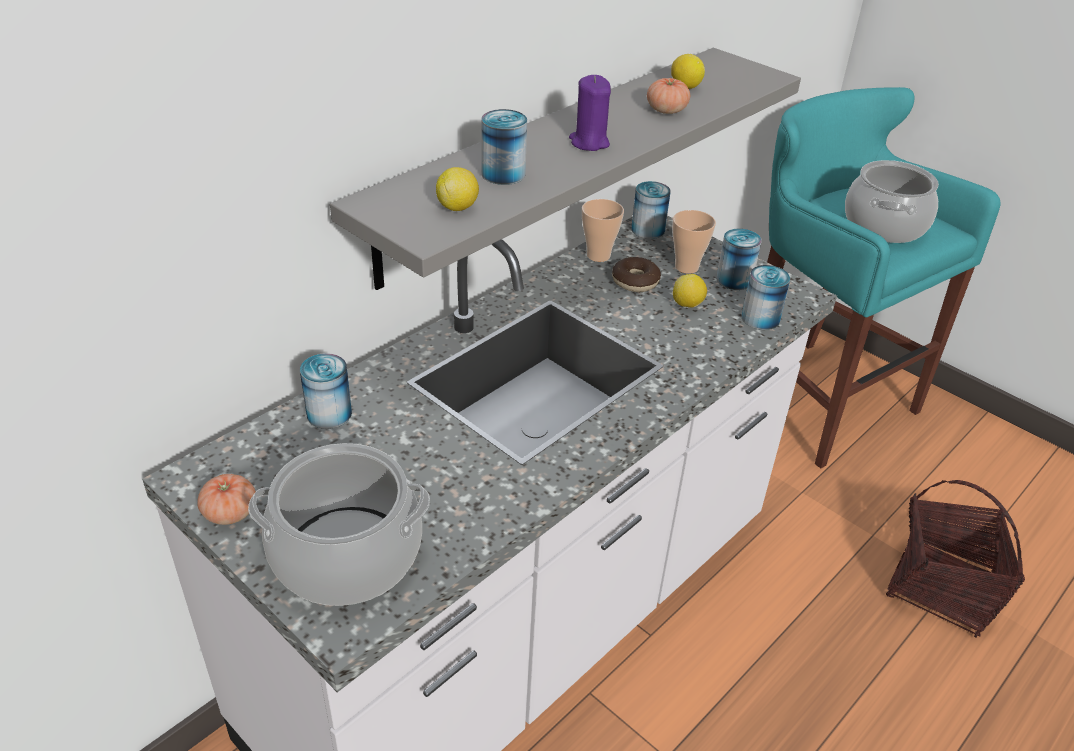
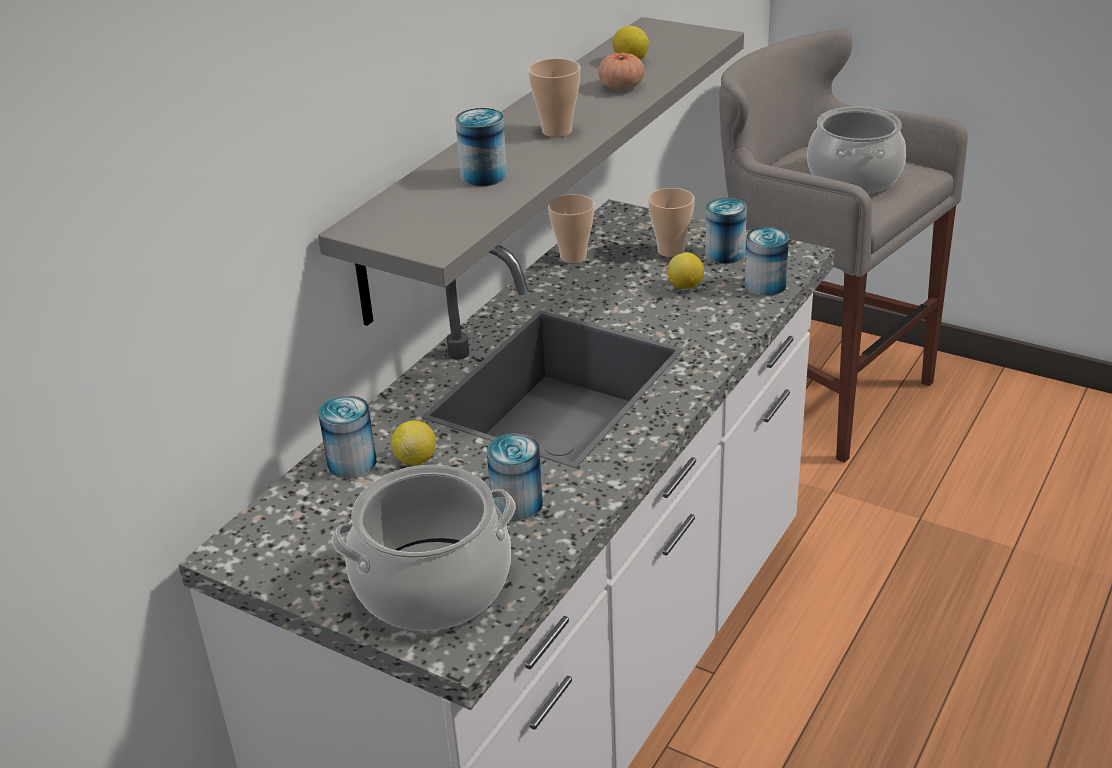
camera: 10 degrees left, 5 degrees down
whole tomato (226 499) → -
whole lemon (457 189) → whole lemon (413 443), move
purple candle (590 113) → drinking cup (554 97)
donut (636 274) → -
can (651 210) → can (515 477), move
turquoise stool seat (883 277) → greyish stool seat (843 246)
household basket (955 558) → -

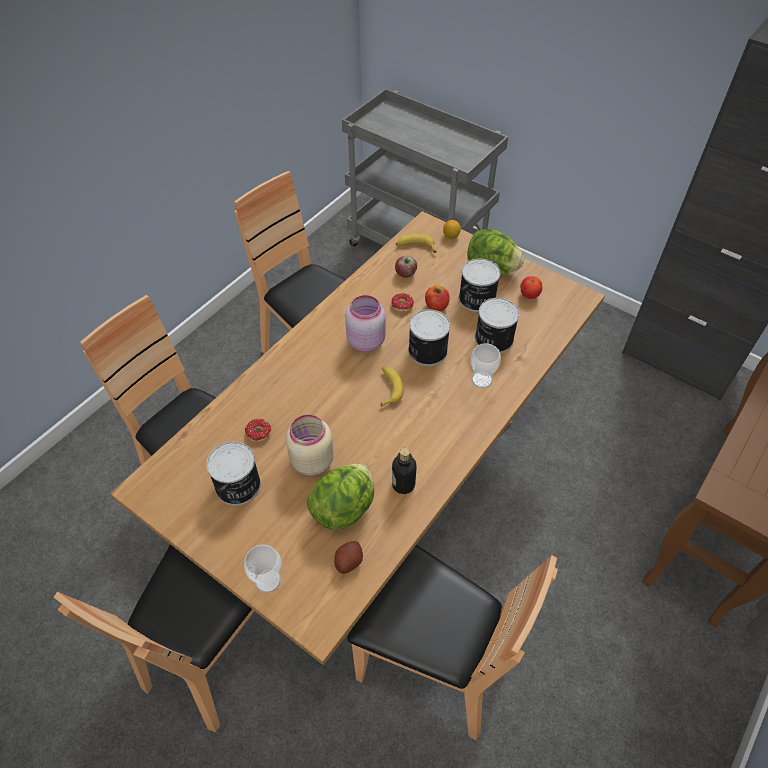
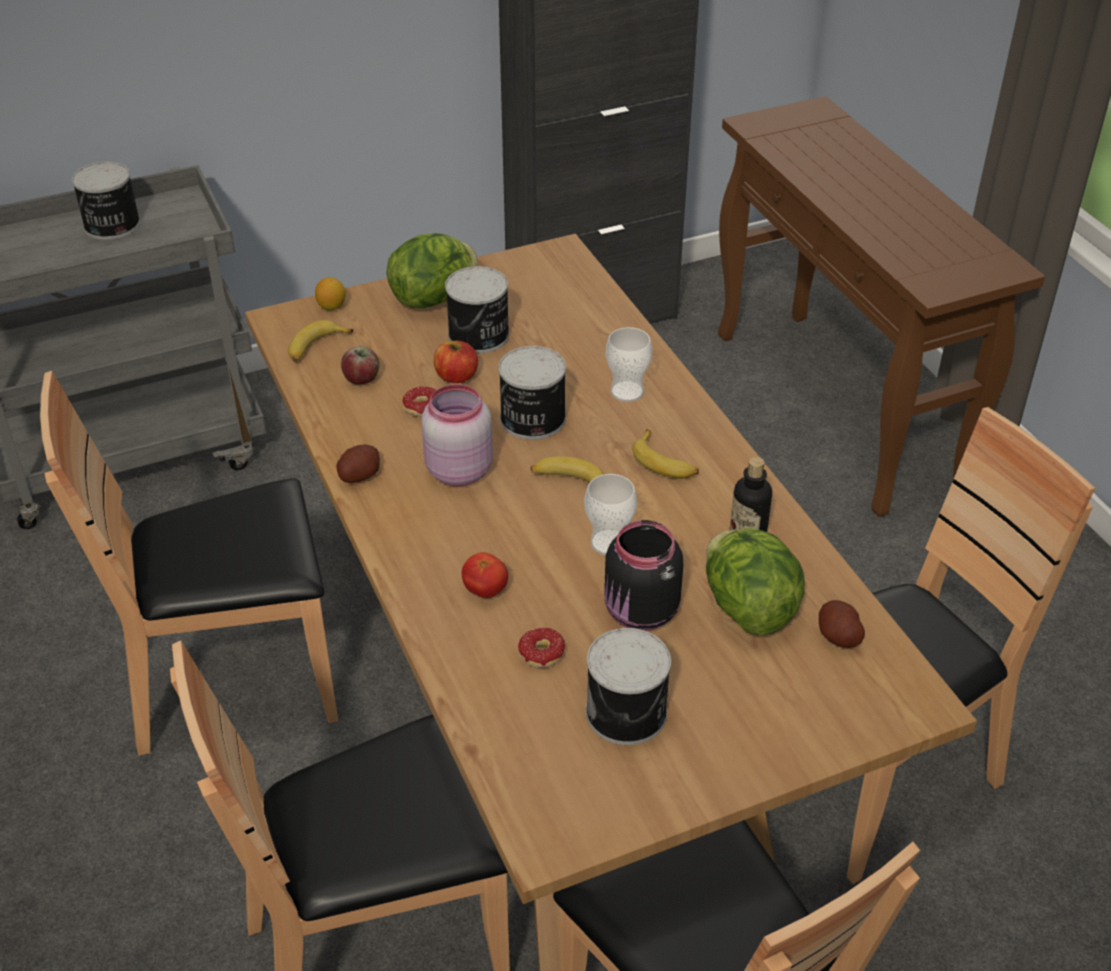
camera: 60 degrees left, 10 degrees down
drinking cup (263 569) → drinking cup (610 515), move
beige-coloured jar (310 444) → black-coloured jar (643 575)
can (497 325) → can (106 201), move
whole tomato (531 287) → whole tomato (485 575), move
- → potato (358 464)
- → banana fruit (665 454)

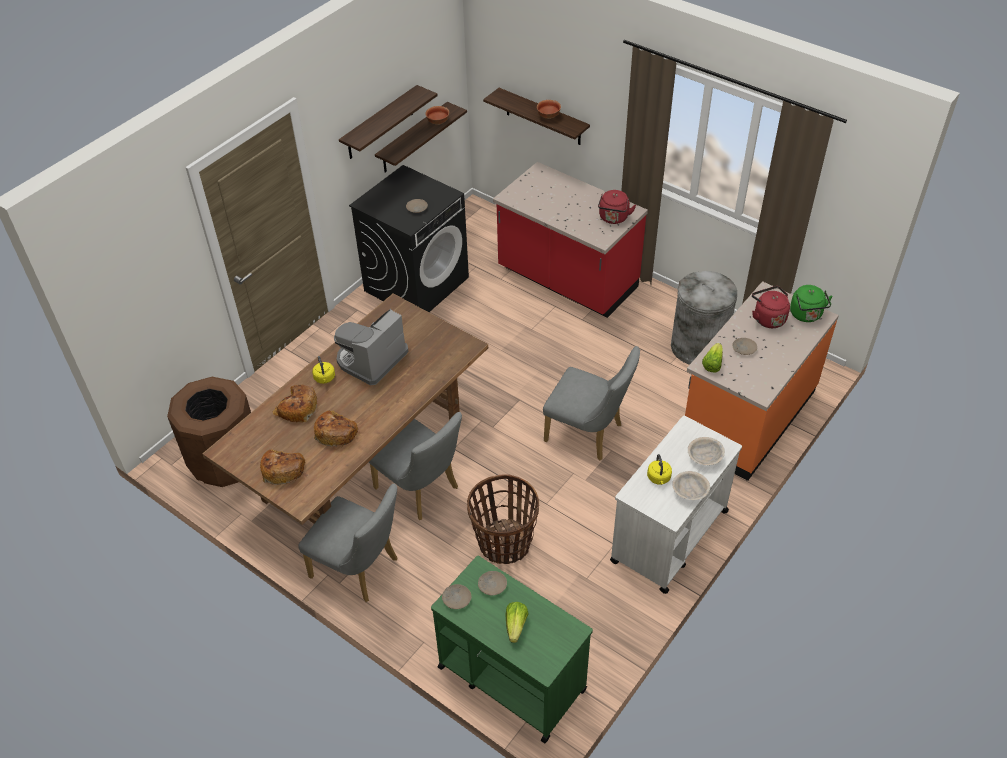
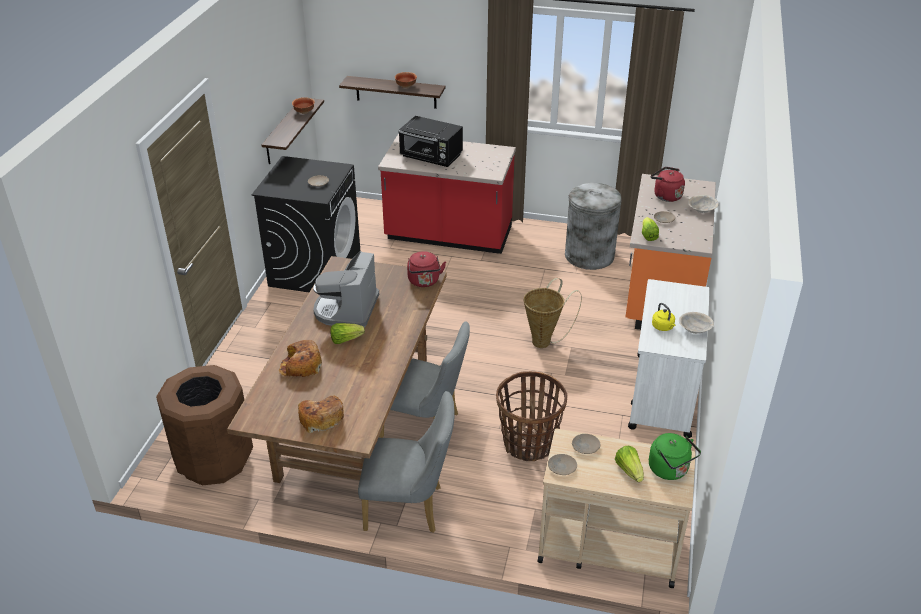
camera: 25 degrees left, 10 degrees down
yellow kettle (323 370) → -
bread (336 429) → -
wall shelf (388 122) → -
green-coloured cart (512 649) → beige-coloured cart (616 508)
greyish upright chair (591 403) → household basket (553 313)
reddish kettle (617 207) → reddish kettle (426 269), move
beige-coloured bowl (706 451) → beige-coloured bowl (703 204), move
green-coloured kettle (811 303) → green-coloured kettle (675 456), move
- → lettuce (347 333)
- → black-coloured microwave oven (430 141)

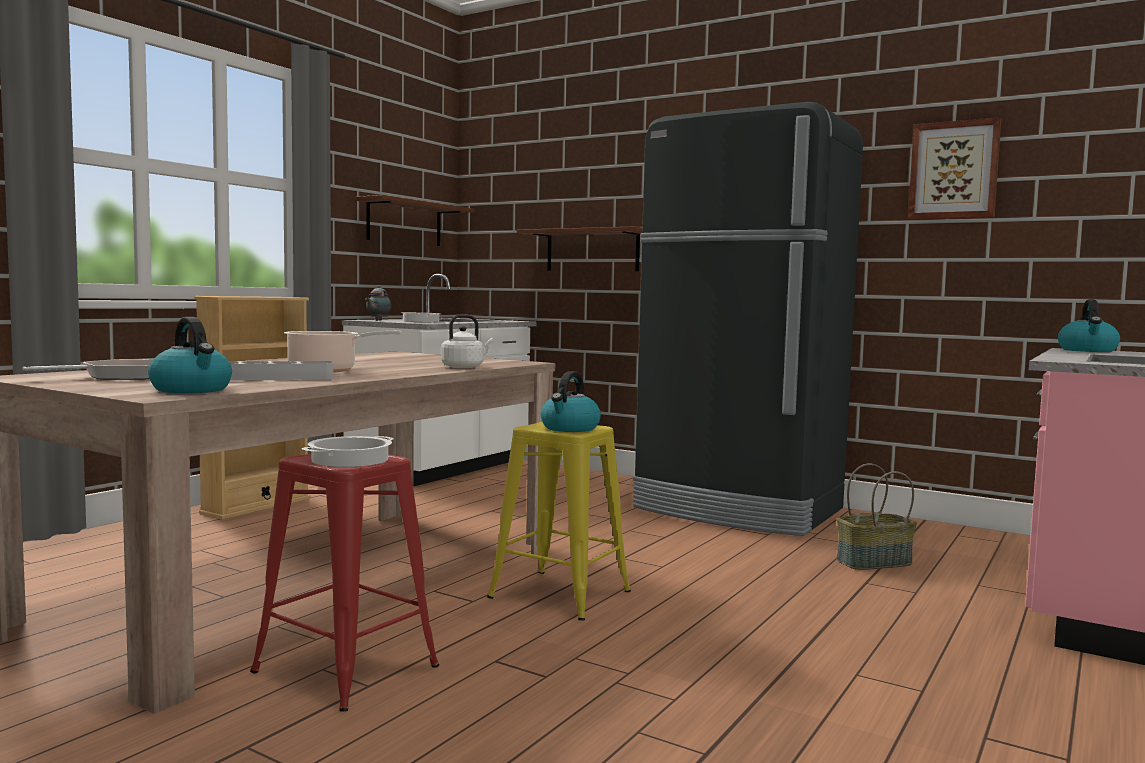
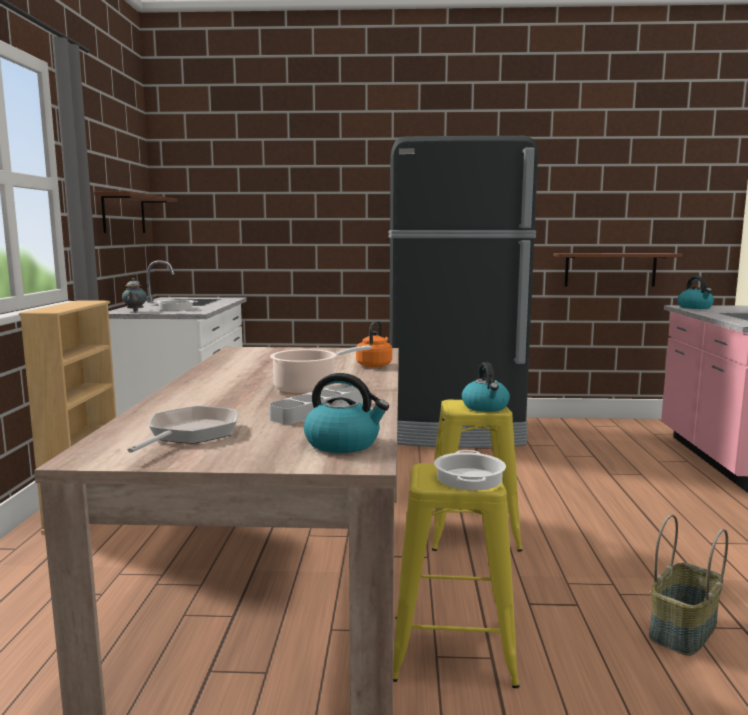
camera: 30 degrees left, 5 degrees up
reddish stool seat (344 583) → yellow stool seat (456 575)
white-coloured kettle (467 341) → orange kettle (374 344)
brownish wall shelf (579 248) → brownish wall shelf (617 270), move
household basket (876 516) → household basket (688 585), move
wall art (954 168) → -

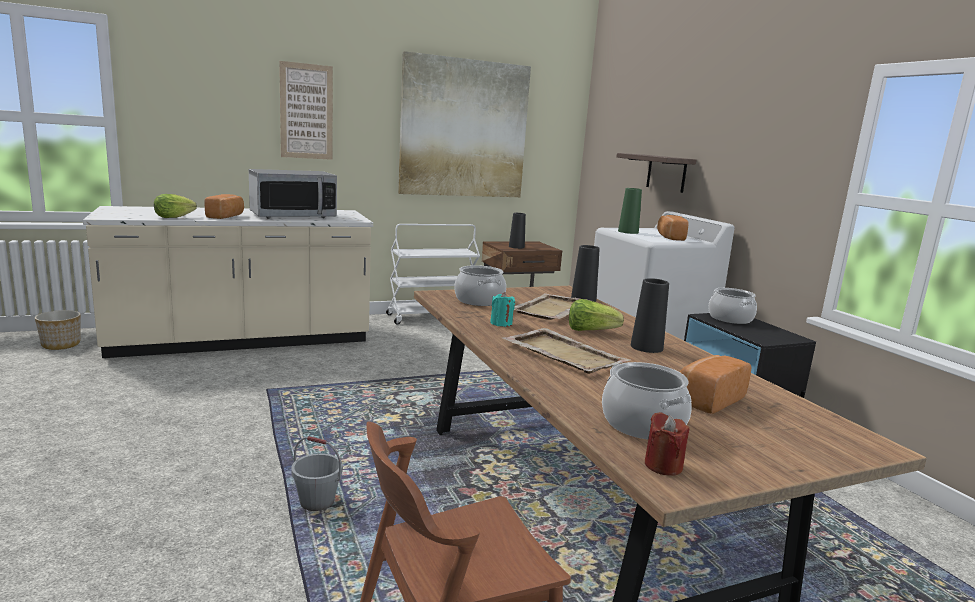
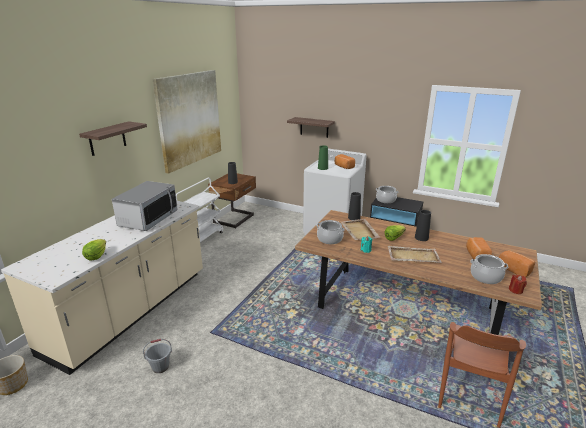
camera: 40 degrees left, 10 degrees up
bread (224 206) → bread (516 263), move
wall art (306 110) → wall shelf (113 138)
greyish water bucket (317 473) → greyish water bucket (157 356), move

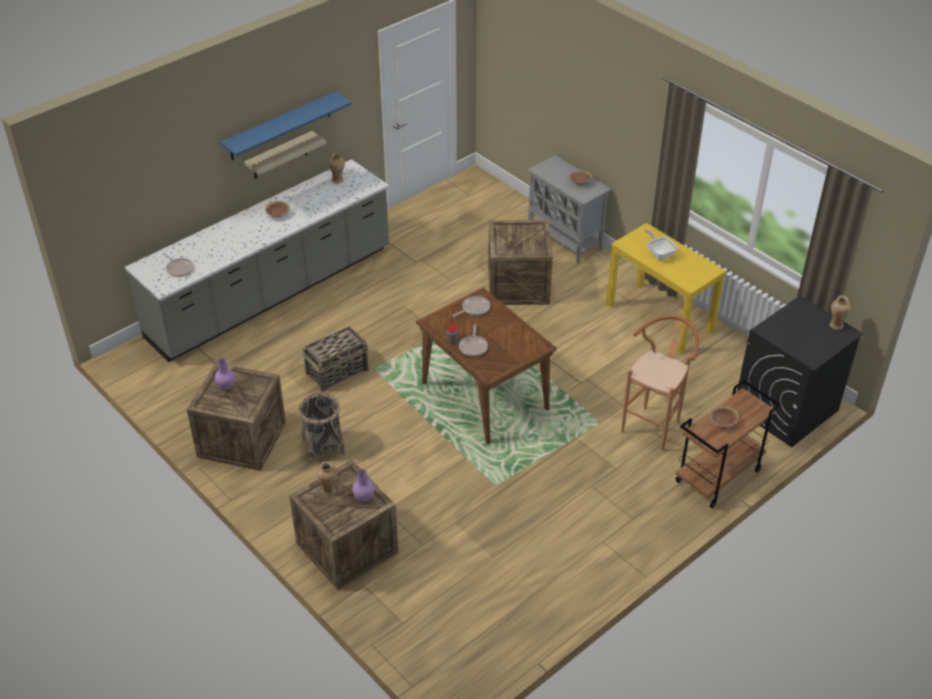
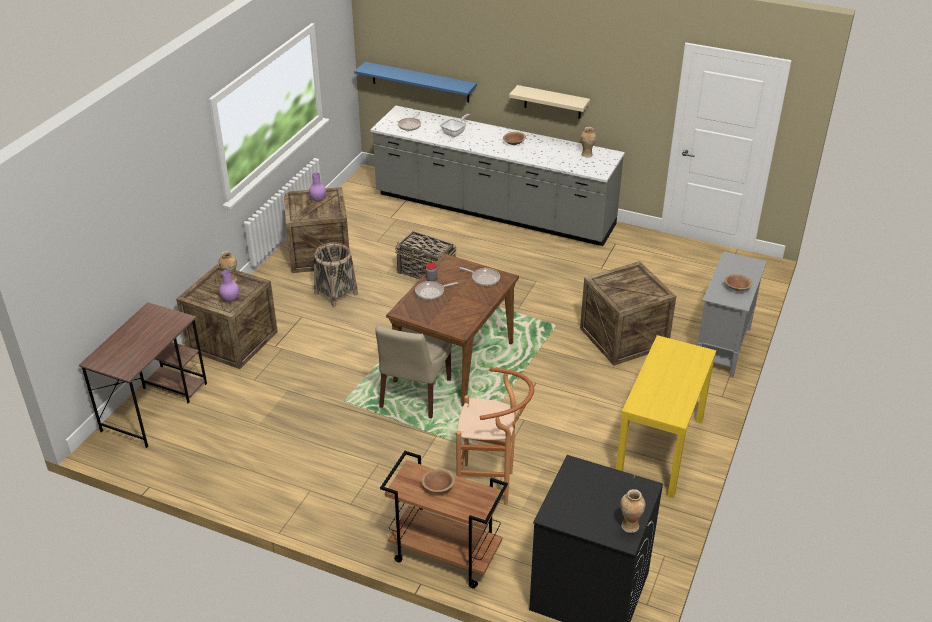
camera: 65 degrees right, 5 degrees down
bluish wall shelf (286 126) → bluish wall shelf (415 82), move
skillet (661 244) → skillet (455 125), move
- → brownish desk table (143 375)
- → beige-coloured upright chair (413 372)

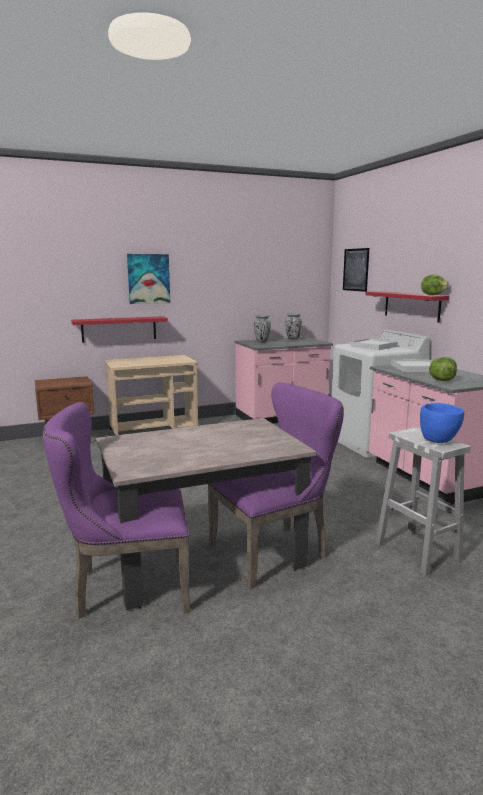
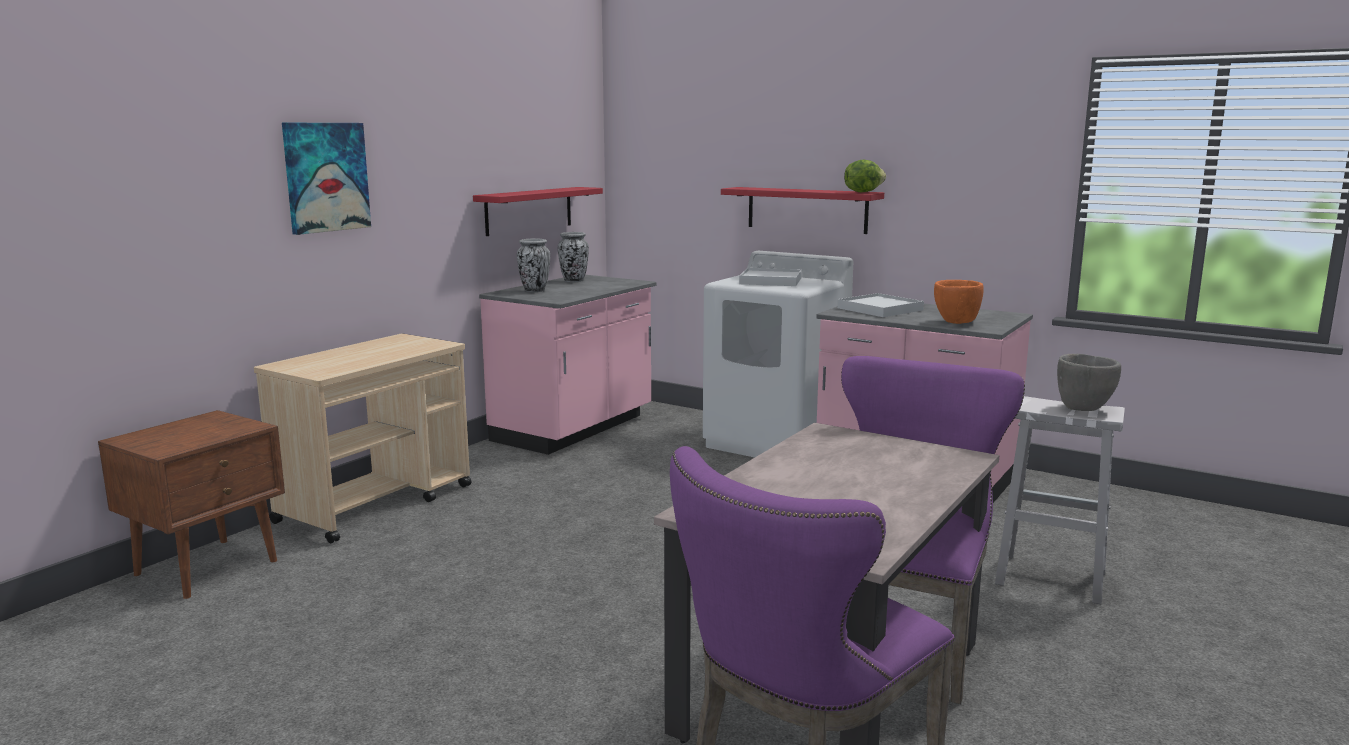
camera: 35 degrees left, 0 degrees up
reddish wall shelf (119 329) → reddish wall shelf (538 211), move
wall art (356 270) → -
bluish bowl (442 423) → greyish bowl (1089 382)
lettuce (443 369) → orange bowl (959 302)

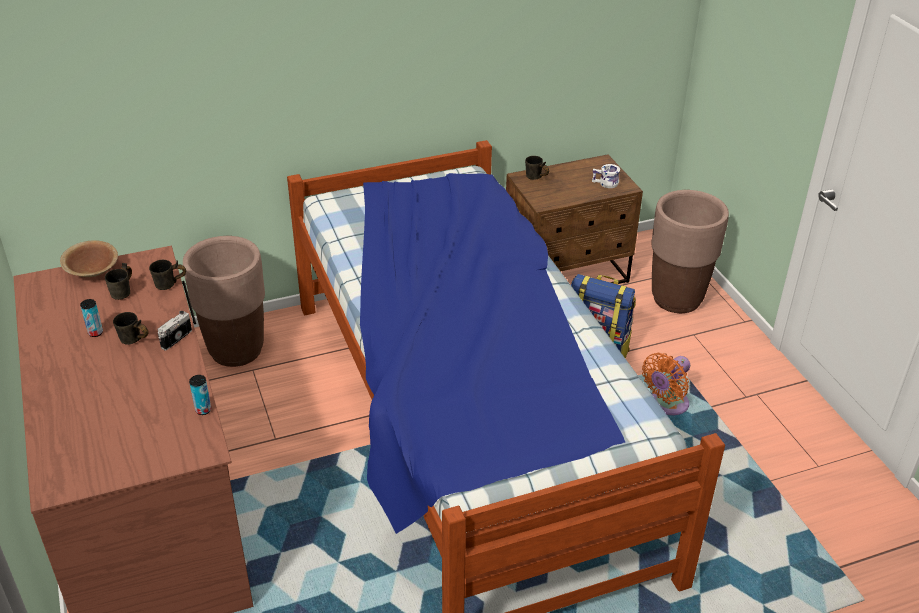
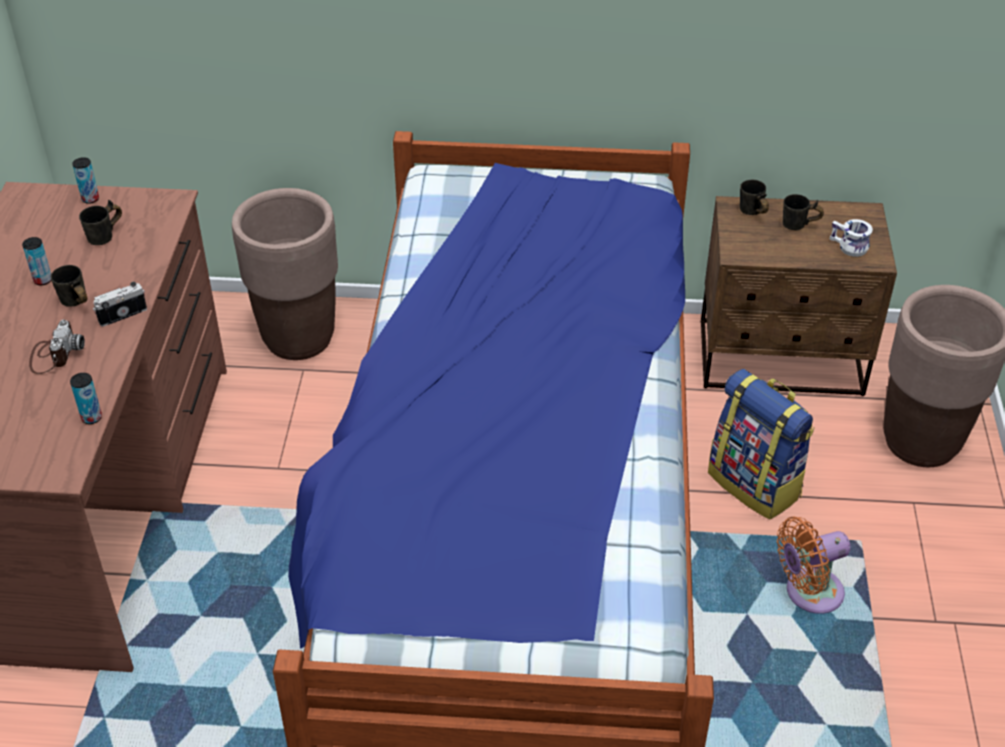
camera: 25 degrees right, 5 degrees up
brownish bowl (89 258) → can (85 180)
greyish coffee mug (167 275) → greyish coffee mug (803 212), move
- → photo camera (57 347)

